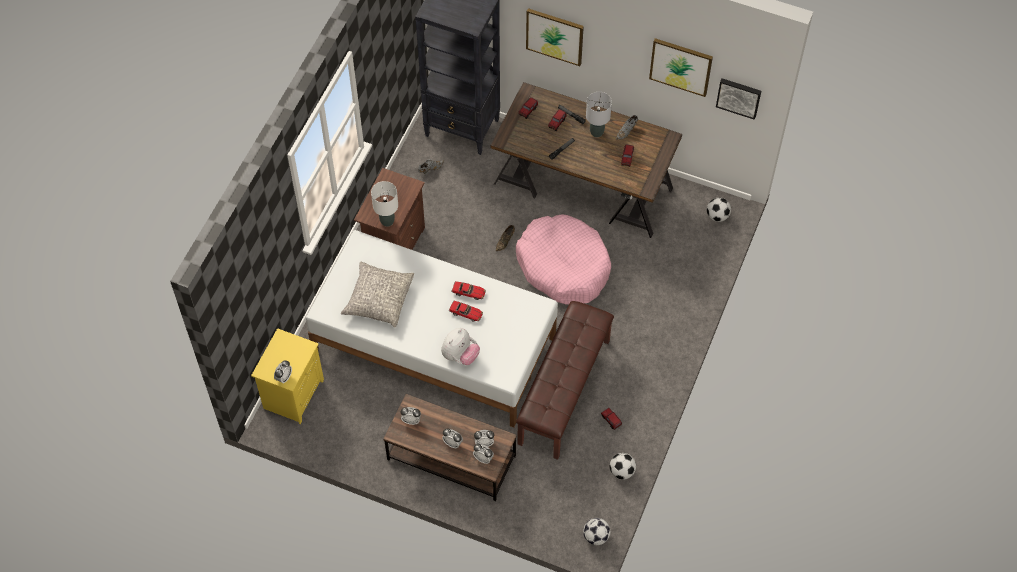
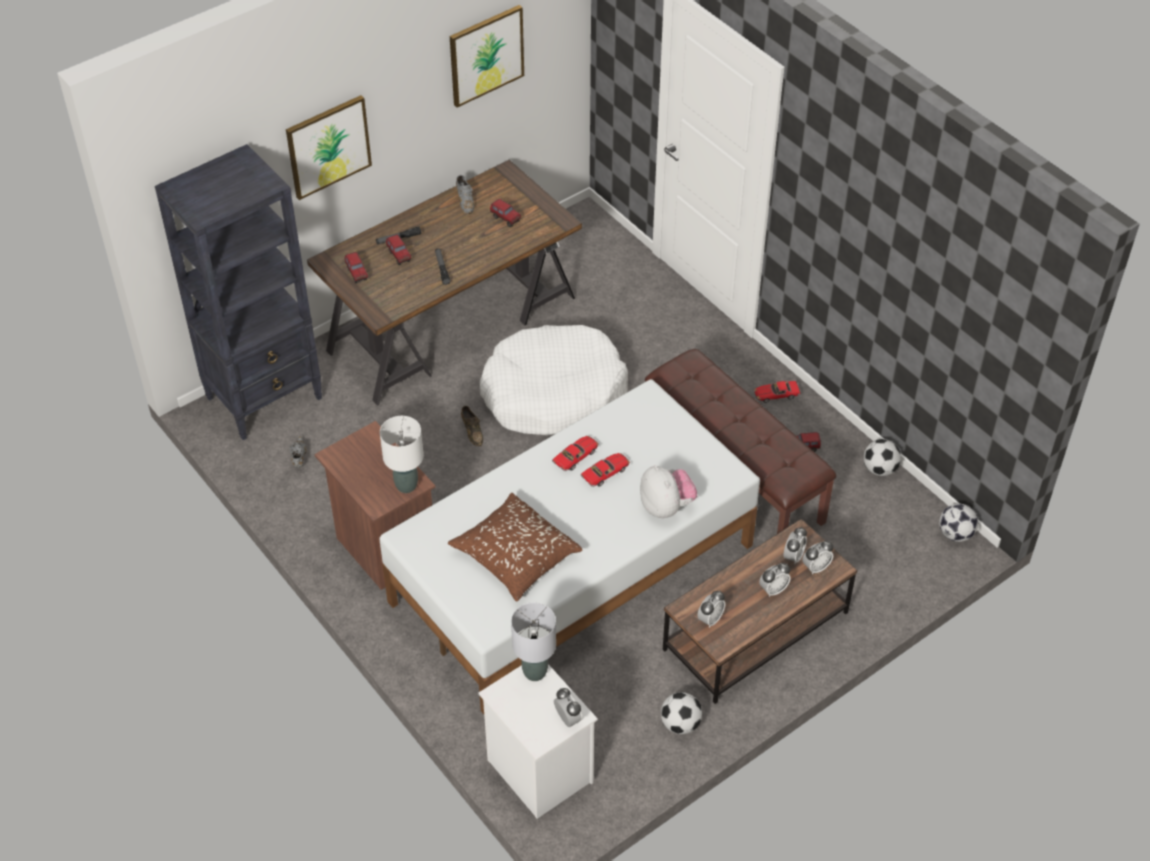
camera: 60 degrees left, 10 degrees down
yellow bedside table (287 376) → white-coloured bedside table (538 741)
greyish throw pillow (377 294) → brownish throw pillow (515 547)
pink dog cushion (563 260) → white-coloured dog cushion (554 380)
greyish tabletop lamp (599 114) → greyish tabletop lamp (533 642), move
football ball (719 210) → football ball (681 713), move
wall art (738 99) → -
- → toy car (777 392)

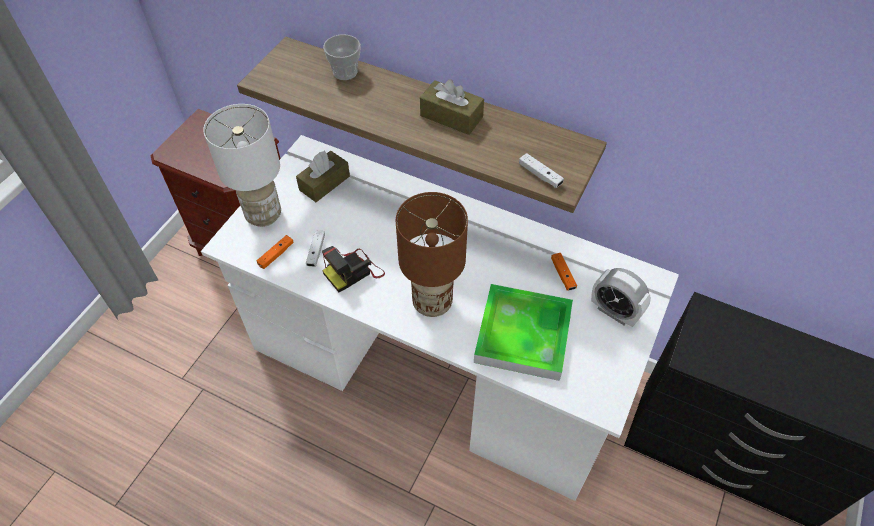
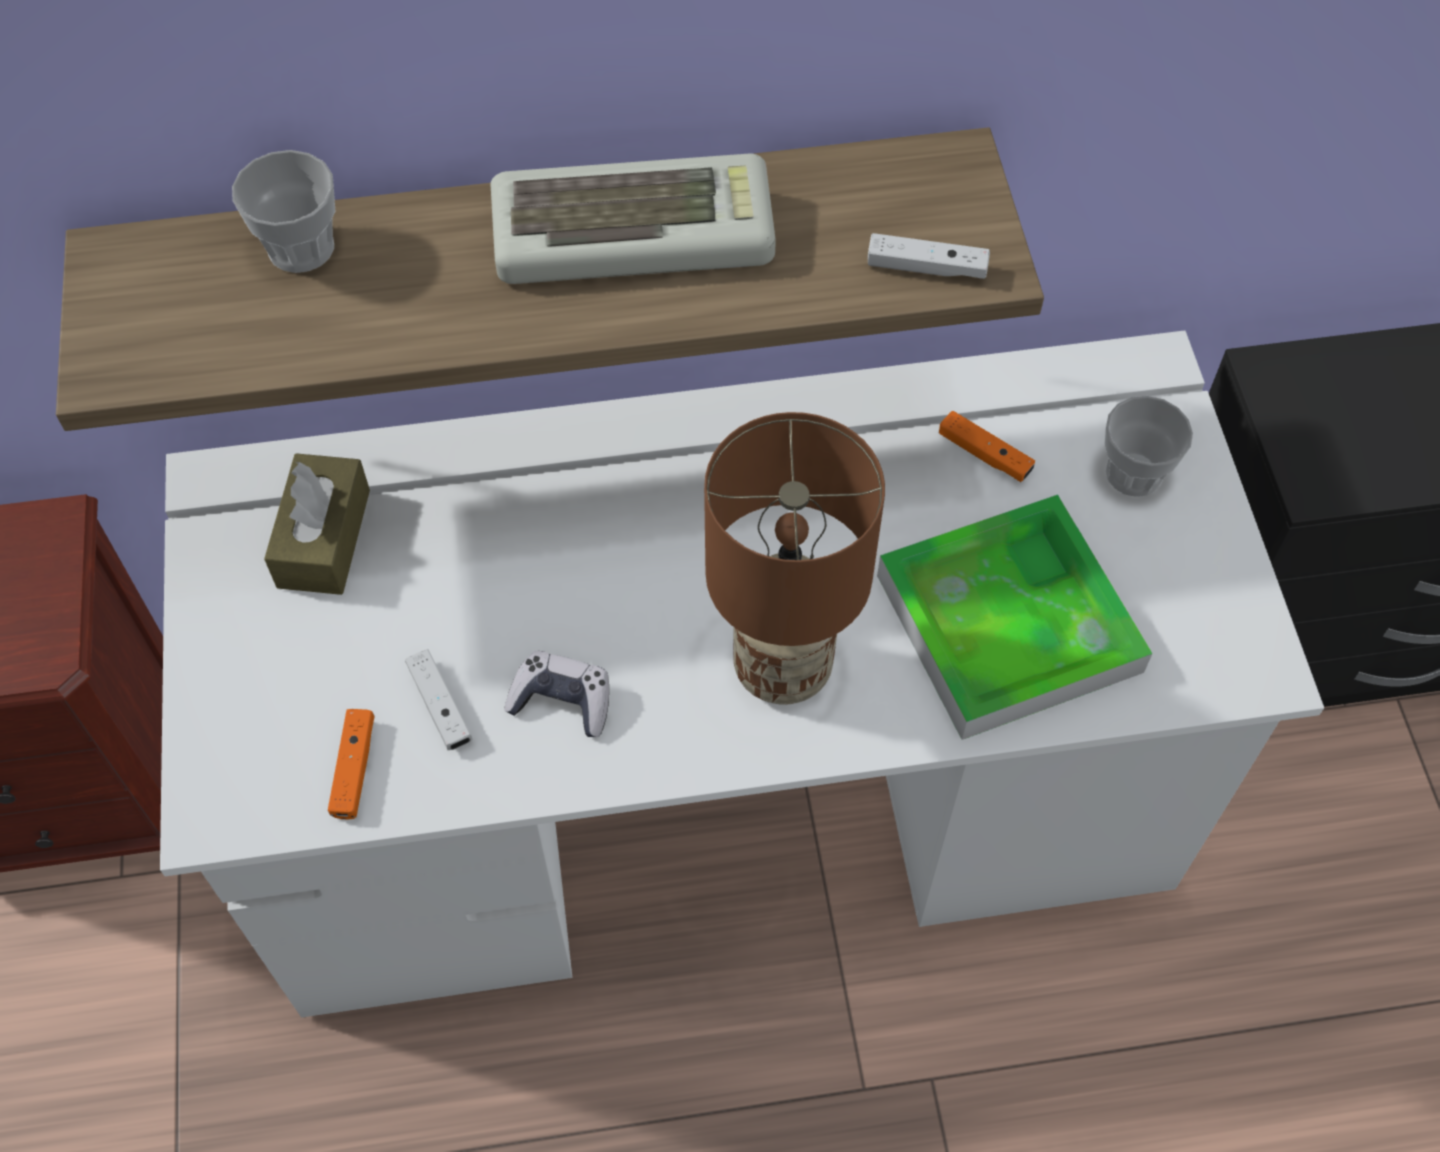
camera: 35 degrees left, 5 degrees up
white-coloured tabletop lamp (242 165) → -
photo camera (353 269) → joypad (556 694)
brownish tissue box (452 107) → PC keyboard (633 219)
bedside clock (621 297) → drinking cup (1149 446)

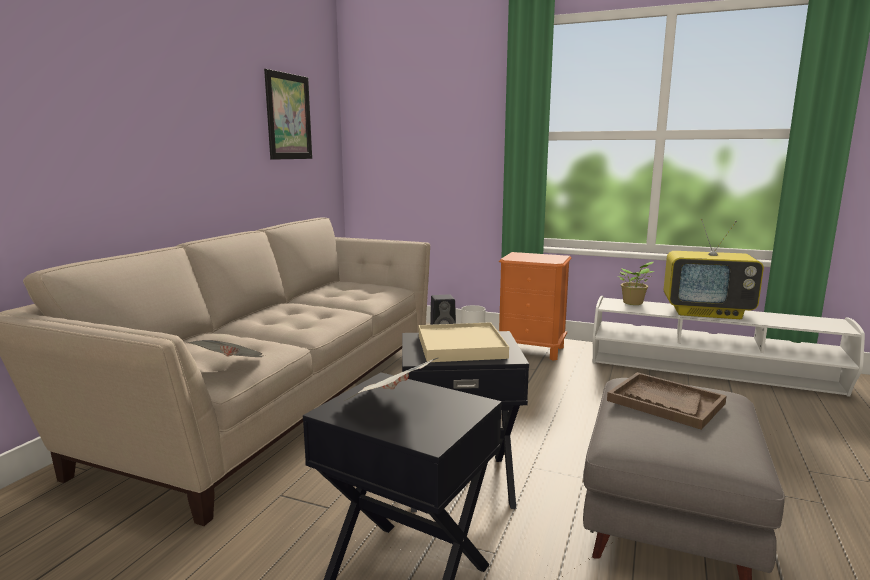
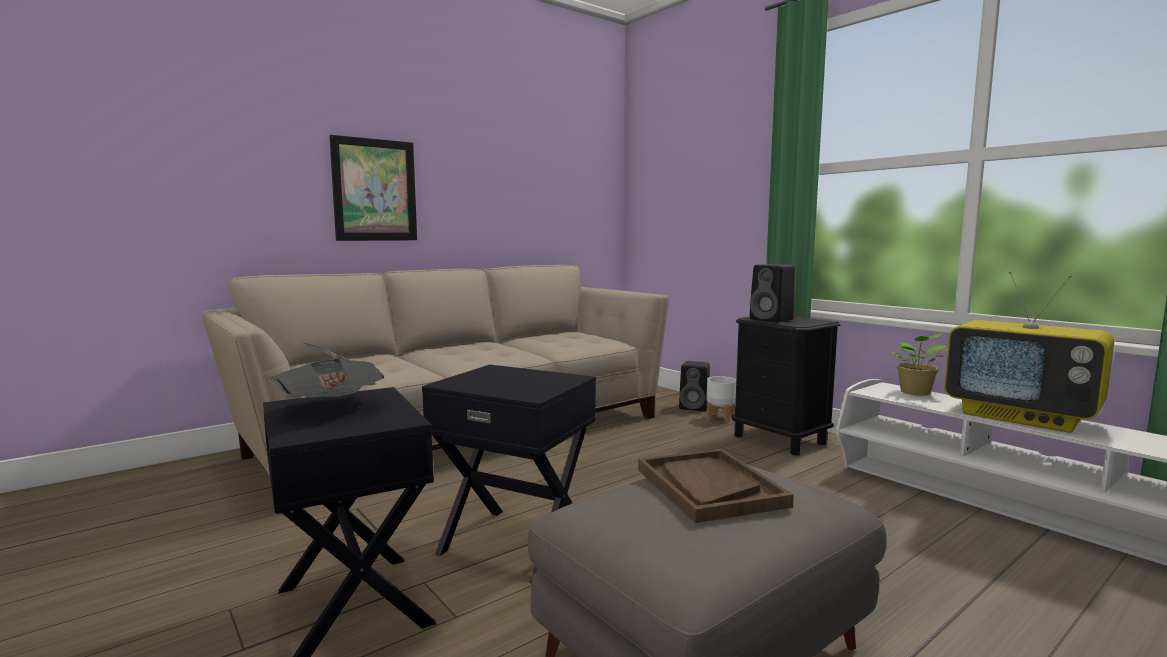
camera: 30 degrees right, 5 degrees down
wall art (288 114) → wall art (373 188), move
beige-coloured serving tray (464 342) → -
orange bedside table (535 306) → black-coloured bedside table (786 386)
- → black-coloured loudspeaker (772 293)

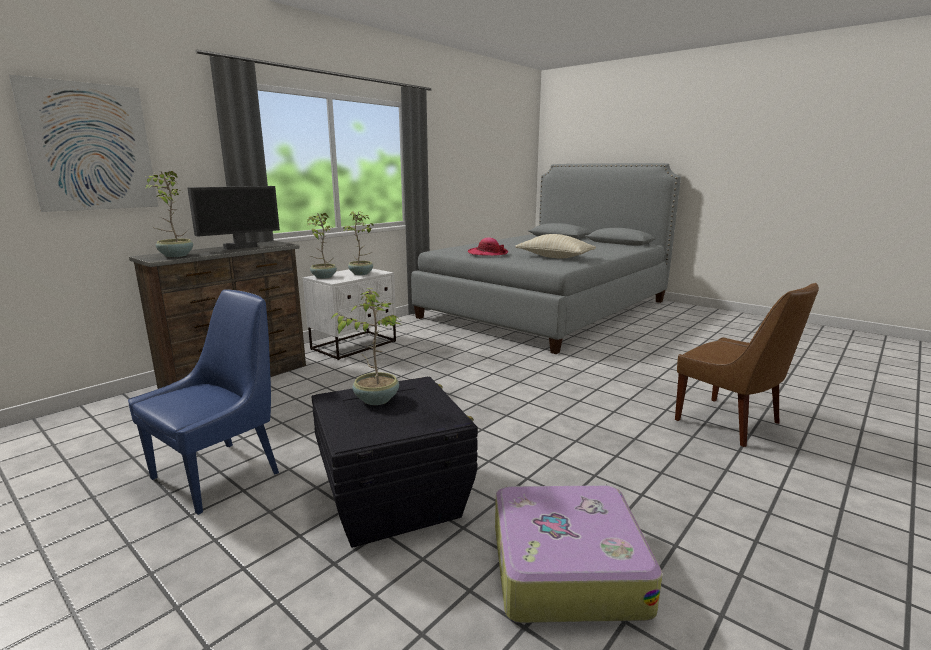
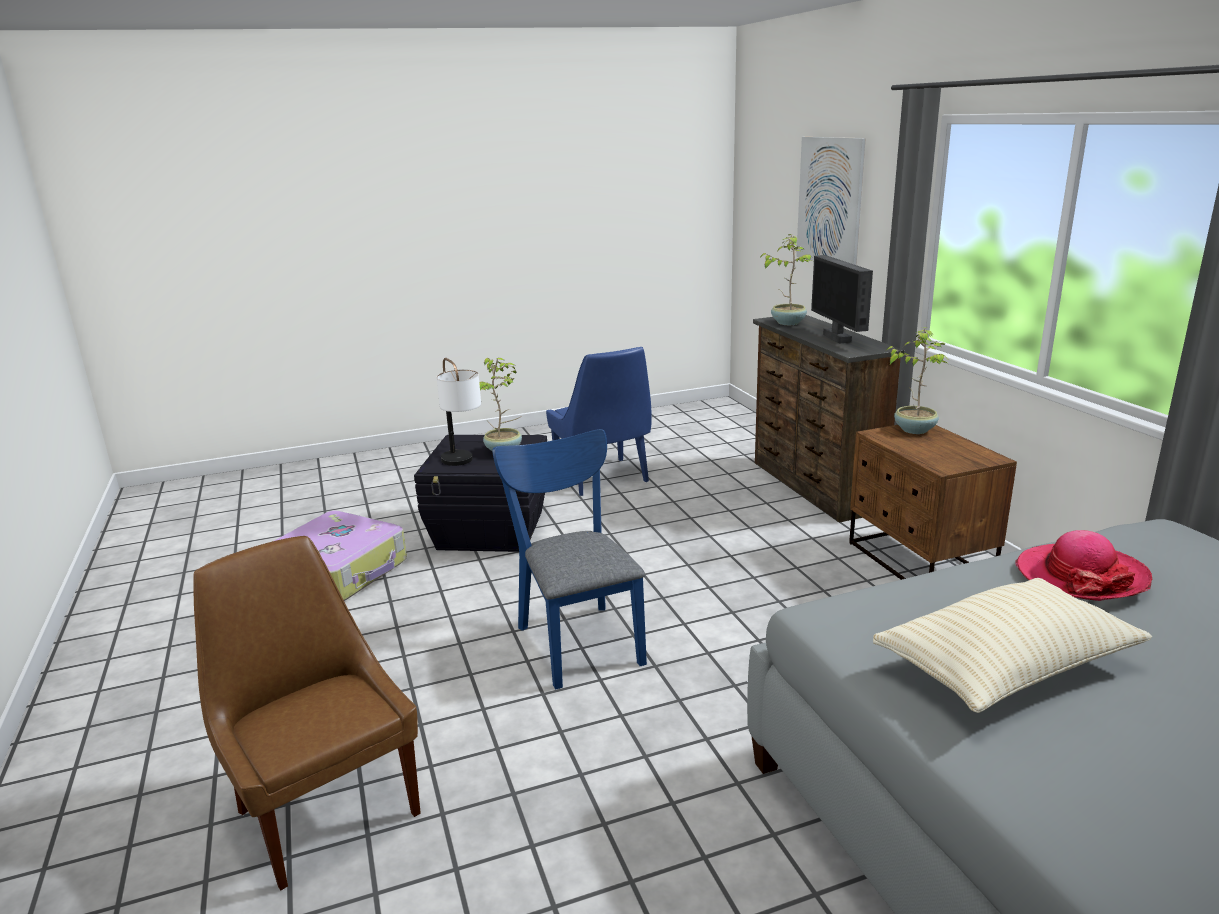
camera: 120 degrees right, 5 degrees up
white-coloured bedside table (349 314) → brownish bedside table (933 502)
potted plant (358 243) → -
brownish upright chair (747 365) → brownish upright chair (307 713), 60 degrees clockwise
- → tabletop lamp (459 412)
- → bluish upright chair (569 559)

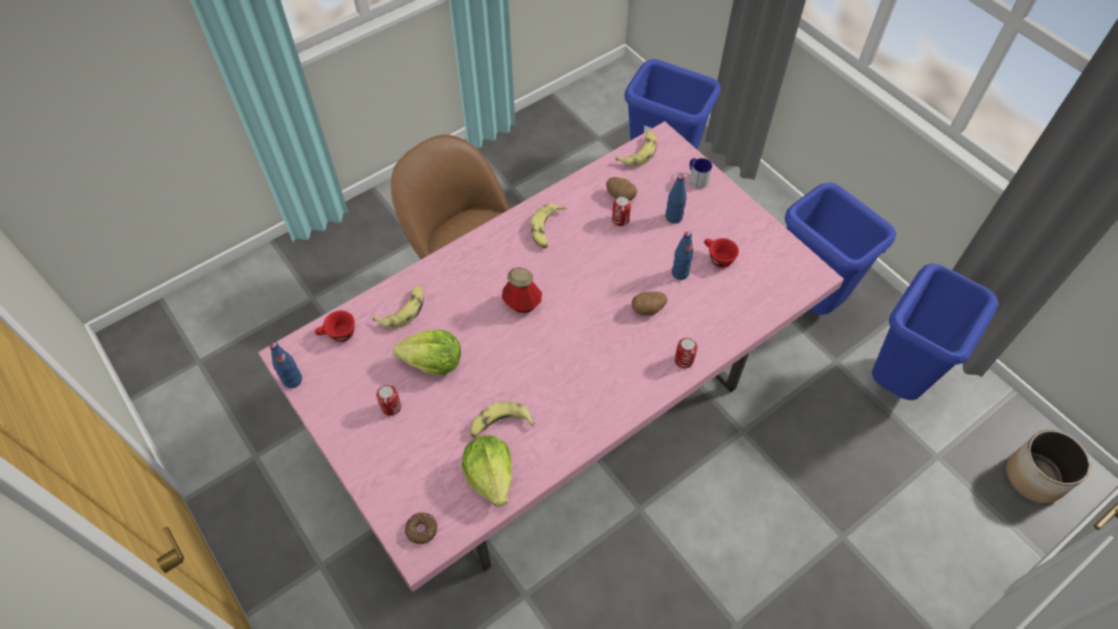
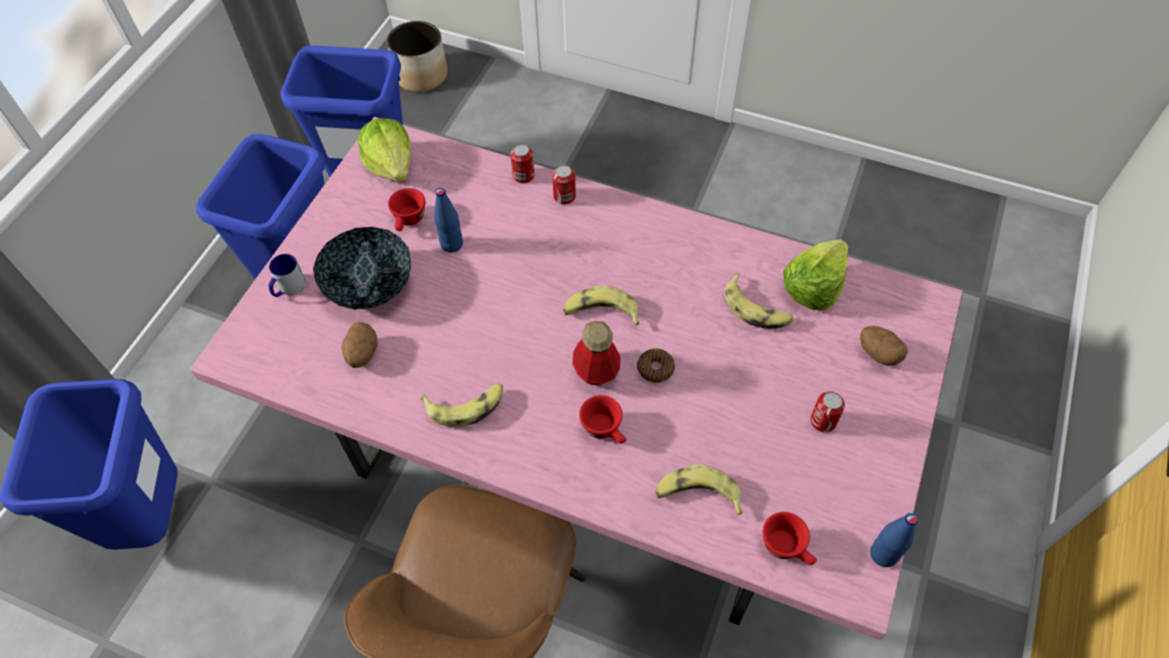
camera: 120 degrees left, 0 degrees up
lettuce (427 352) → lettuce (384 150), move
donut (421 528) → donut (656 366), move
can (621 211) → can (522 163), move
banana fruit (636 149) → banana fruit (601 306), move
potato (650 304) → potato (884 346), move
bluish bottle (676 199) → bowl (362 268)
- → reddish drinking cup (602 419)

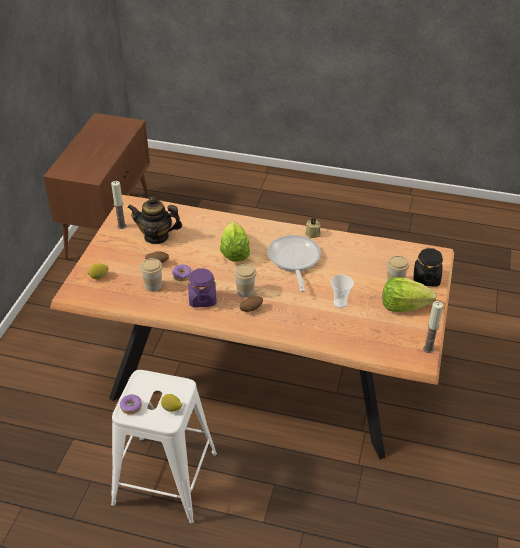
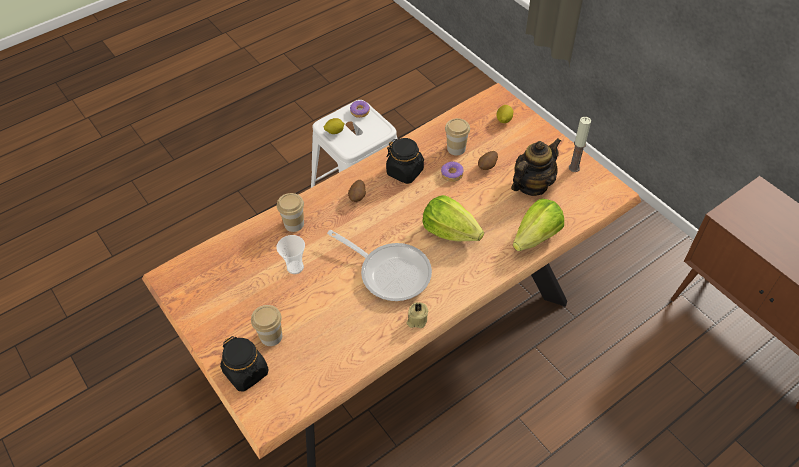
camera: 130 degrees right, 10 degrees up
purple jar (202 287) → black-coloured jar (405 161)
drinking cup (245 280) → drinking cup (290 212), move
lettuce (409 294) → lettuce (538 225), move
candle (433 327) → -

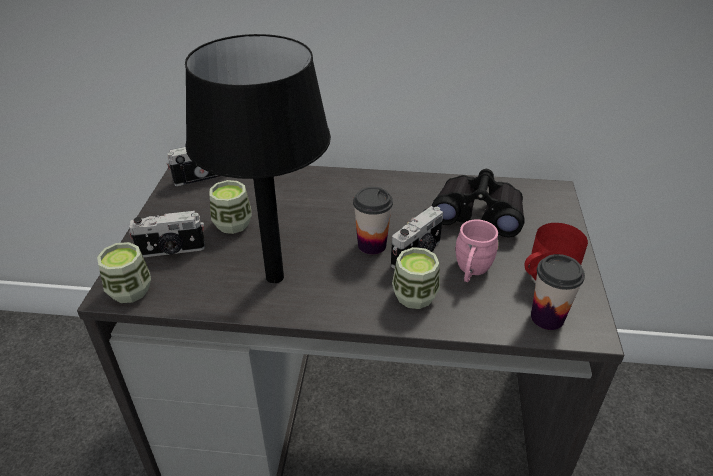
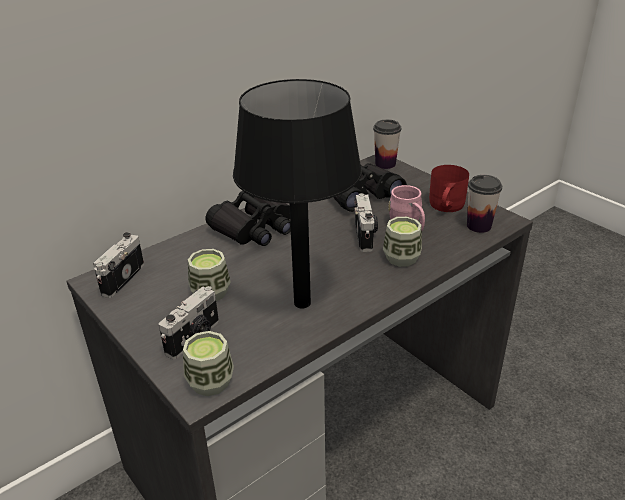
camera: 45 degrees left, 5 degrees down
drinking cup (373 221) → drinking cup (387 144), move
- → black-coloured field glasses (248 218)

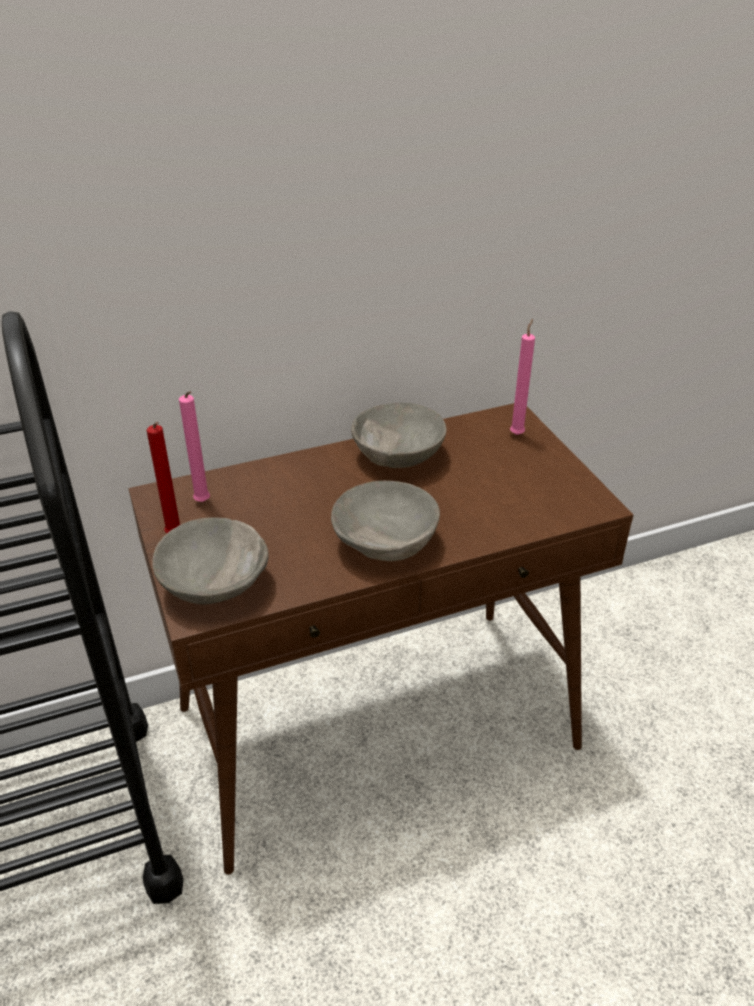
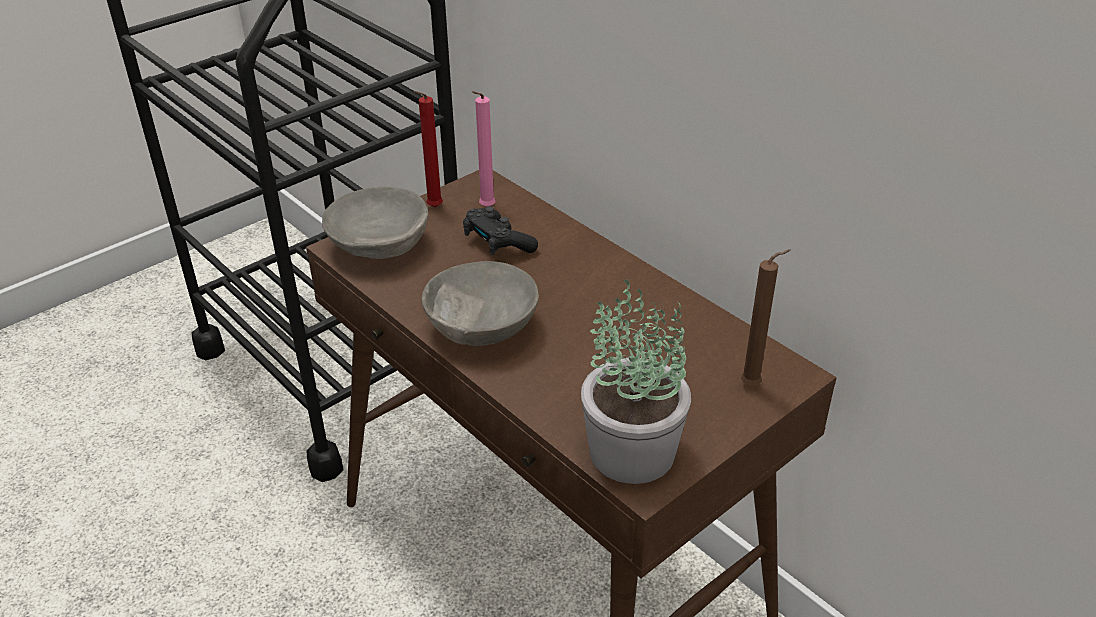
camera: 70 degrees right, 0 degrees up
greyish bowl (399 435) → -
pink candle (522 377) → brownish candle (766 317)
- → black-coloured joypad (500 230)
- → potted plant (636 381)

